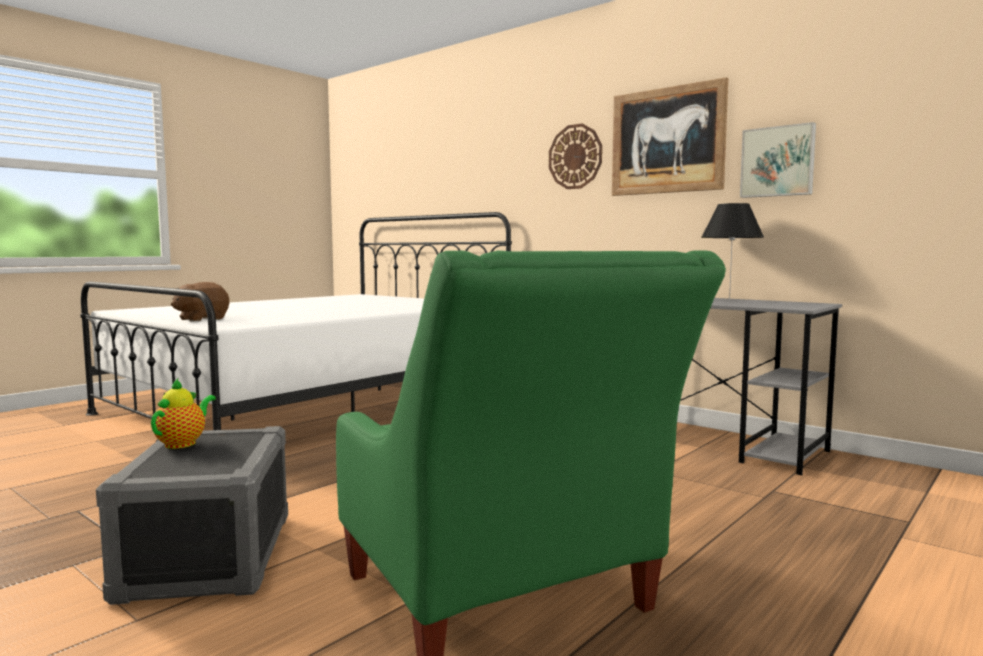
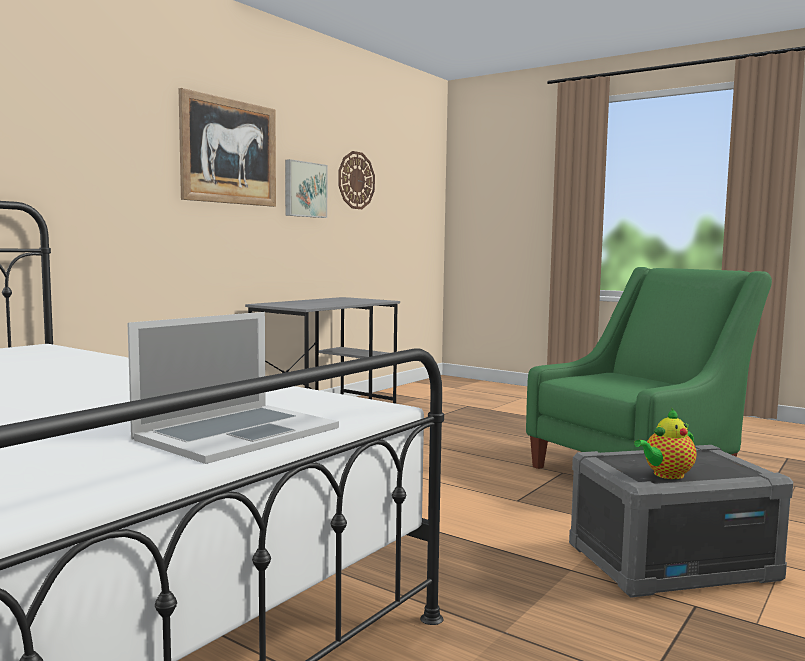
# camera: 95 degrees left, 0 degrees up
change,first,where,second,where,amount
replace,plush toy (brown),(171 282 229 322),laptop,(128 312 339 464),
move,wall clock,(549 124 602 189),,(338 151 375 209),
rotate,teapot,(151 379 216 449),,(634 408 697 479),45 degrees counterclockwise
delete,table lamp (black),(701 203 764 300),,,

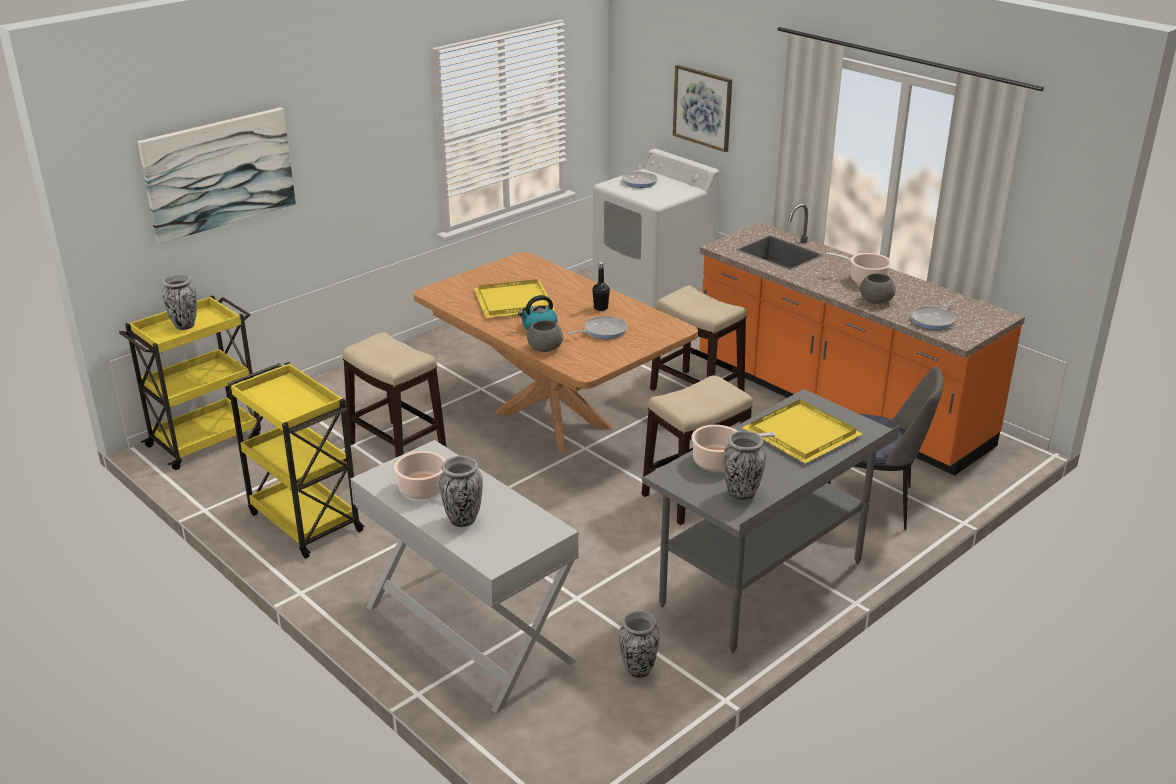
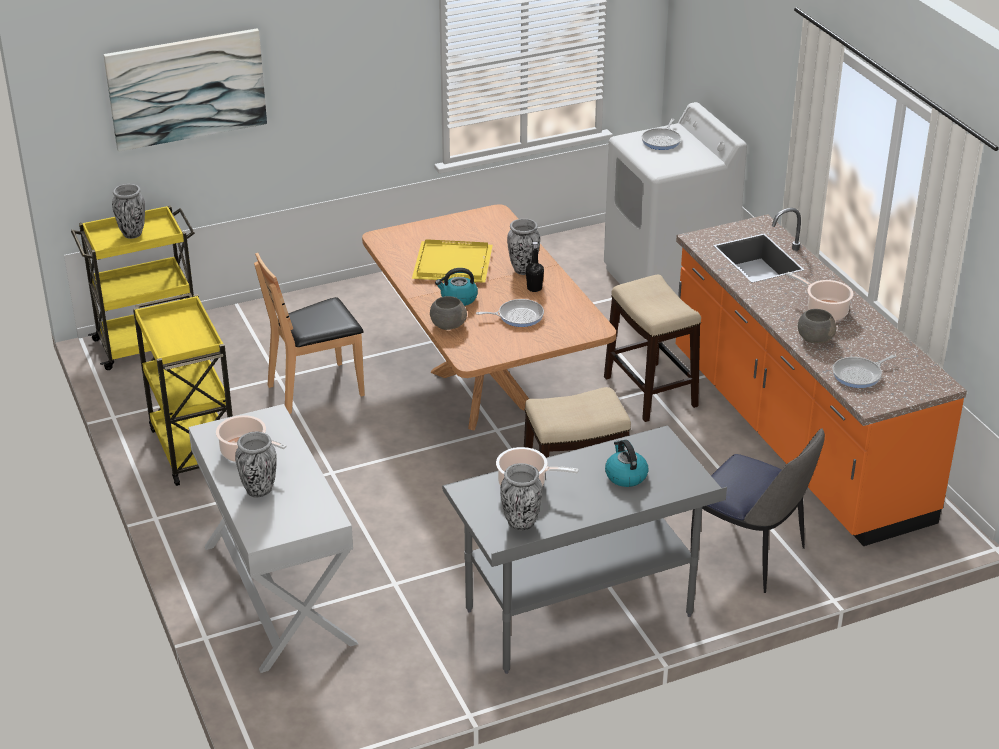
# camera: 20 degrees right, 5 degrees up
change,first,where,second,where,amount
replace,stool,(342 332 446 457),chair (brown),(254 253 365 414),
move,vase,(619 611 660 678),,(507 219 540 275),
replace,tray (yellow),(742 399 863 464),kettle,(605 440 648 487),
delete,picture,(673 65 732 152),,,

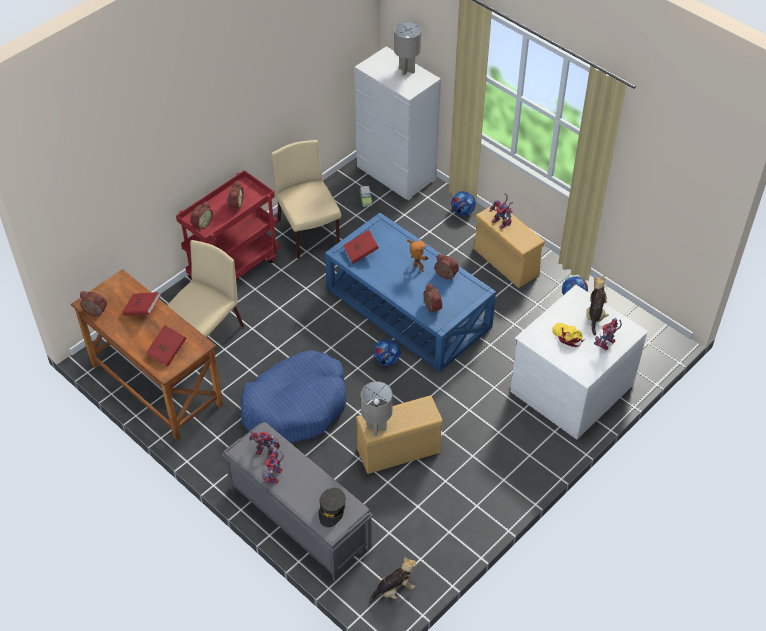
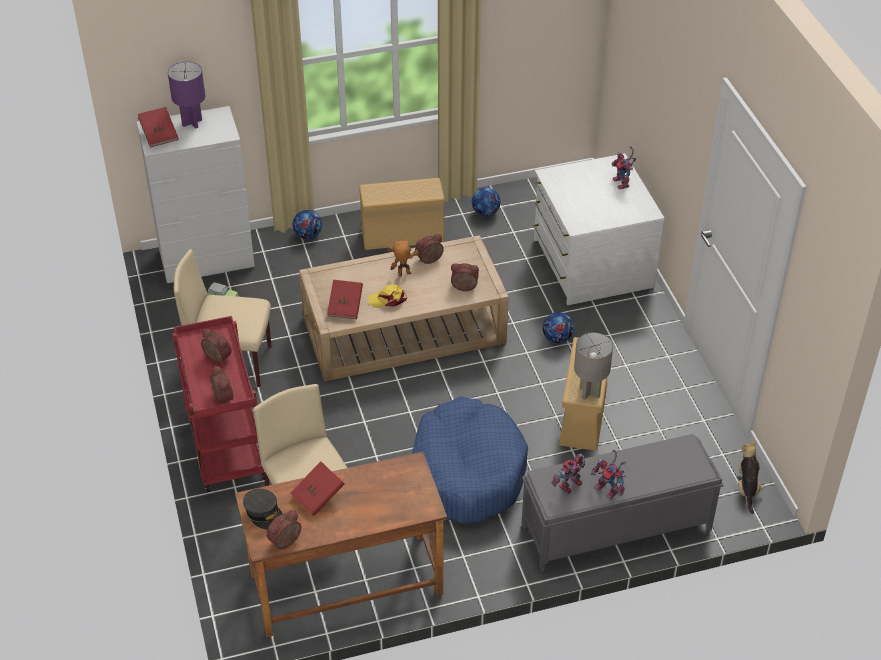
# camera: 60 degrees left, 5 degrees down
change,first,where,second,where,amount
move,book (red),(146 325 186 366),,(138 107 179 147),
recolor,table lamp (grey),(394 22 421 76),table lamp (purple),(168 62 205 129),
move,cap (grey),(319 488 346 528),,(243 489 283 530),
recolor,coffee table (blue),(325 213 496 372),coffee table (beige),(299 235 509 381),
move,cap (yellow),(552 323 584 347),,(368 285 407 308),
move,football,(373 339 400 366),,(542 312 574 344),
delete,toy robot,(489 193 513 229),,,
delete,plush toy,(586 275 609 336),,,

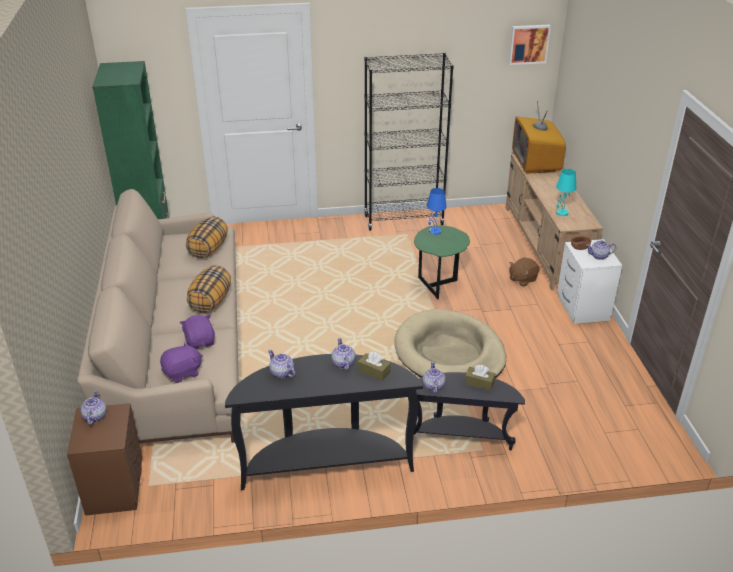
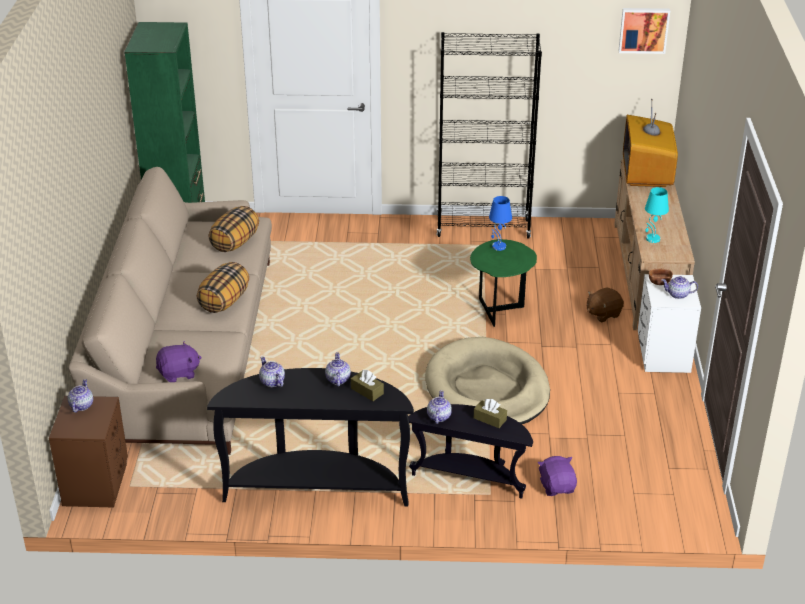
# camera: 10 degrees right, 0 degrees up
change,first,where,second,where,amount
move,plush toy (purple),(179 315 215 349),,(538 456 577 496),

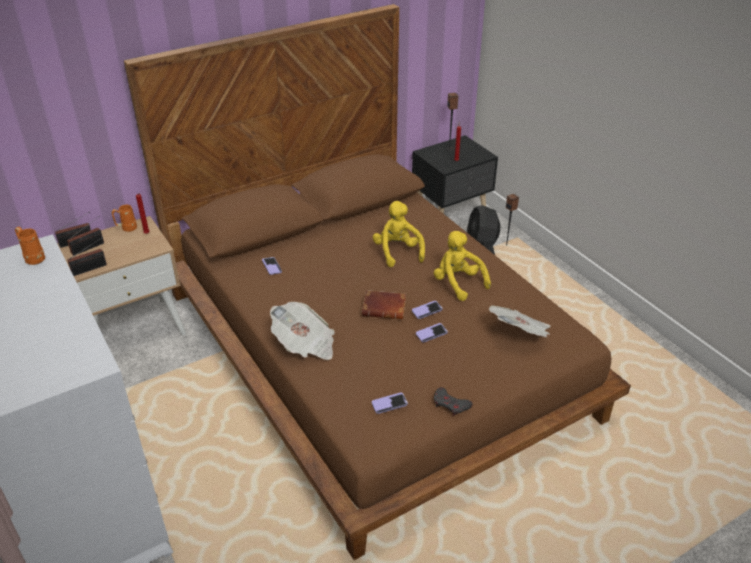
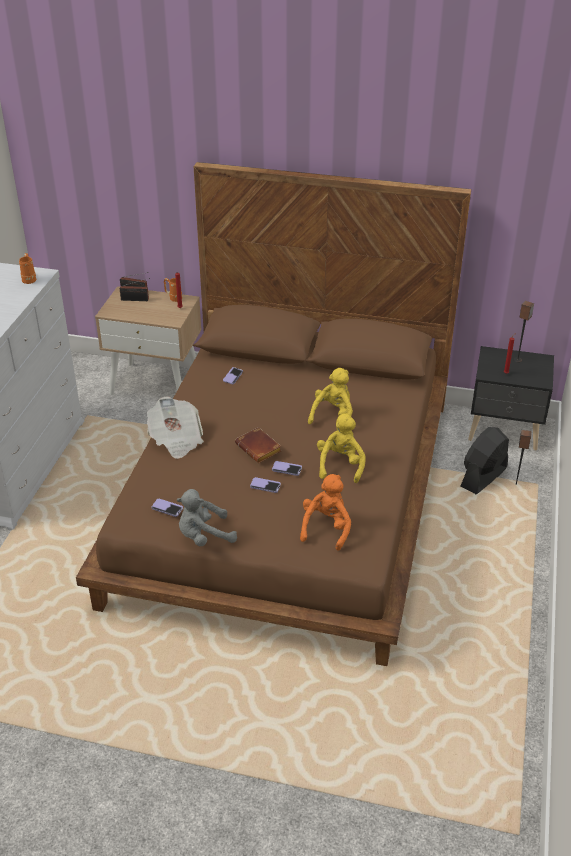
# camera: 45 degrees right, 0 degrees up
change,first,where,second,where,amount
replace,game controller (grey),(434 387 473 416),plush toy (grey),(177 489 237 546),
replace,newspaper,(489 306 551 338),plush toy (orange),(300 474 351 551),
delete,radio,(67 237 107 276),,,

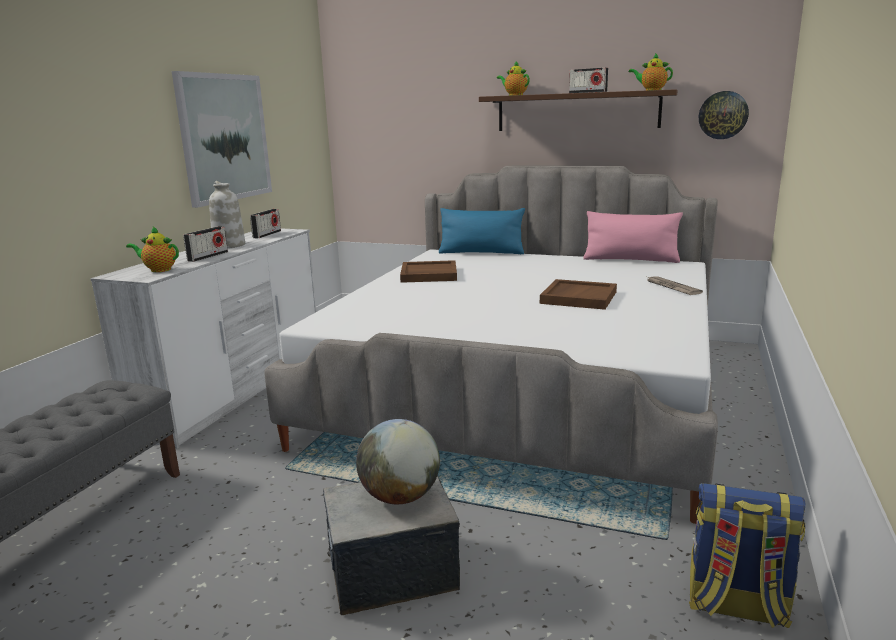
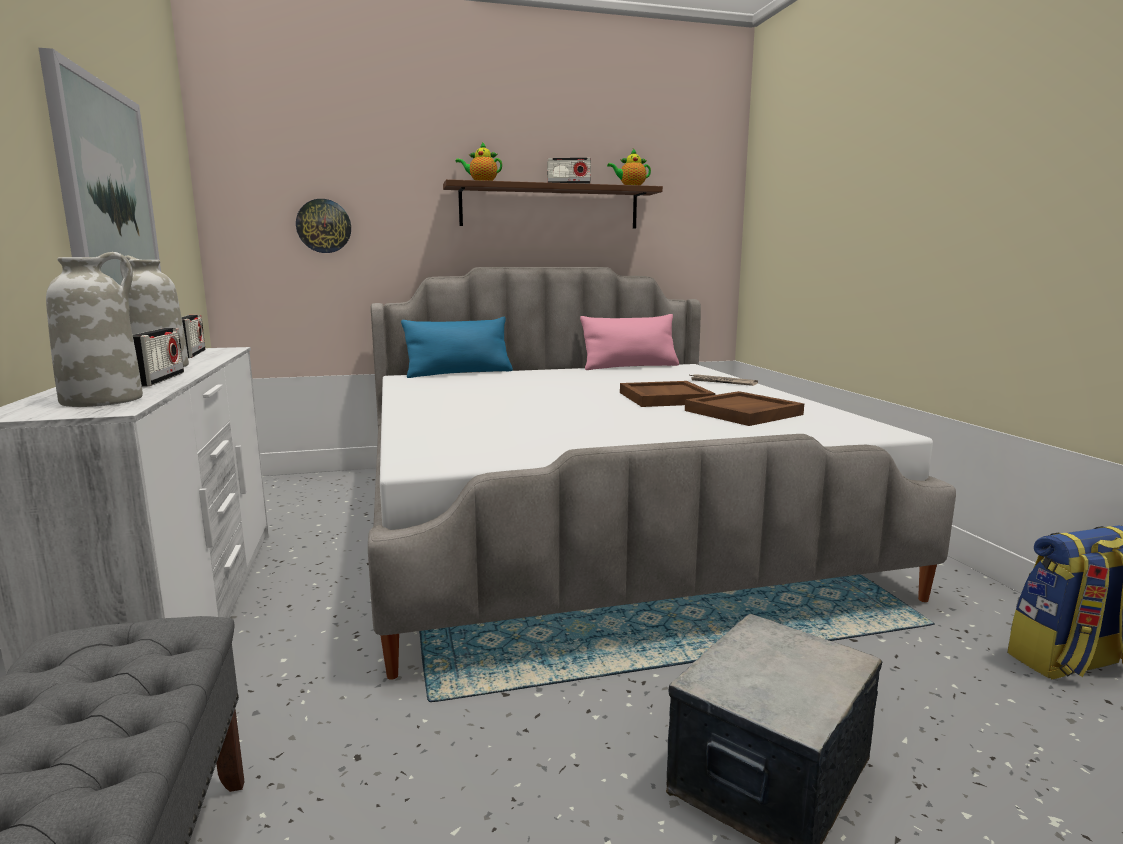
# camera: 35 degrees left, 5 degrees down
change,first,where,second,where,amount
replace,teapot,(126 227 179 272),vase (white),(46 252 143 407),
move,wall clock,(699 91 749 139),,(296 199 351 253),
move,tray (brown),(400 260 457 283),,(685 391 804 426),
delete,globe,(356 419 440 504),,,

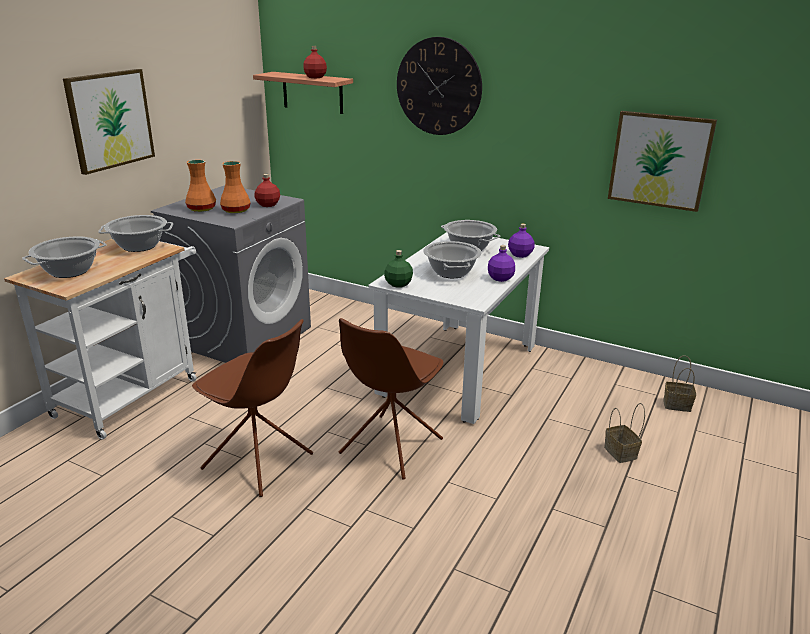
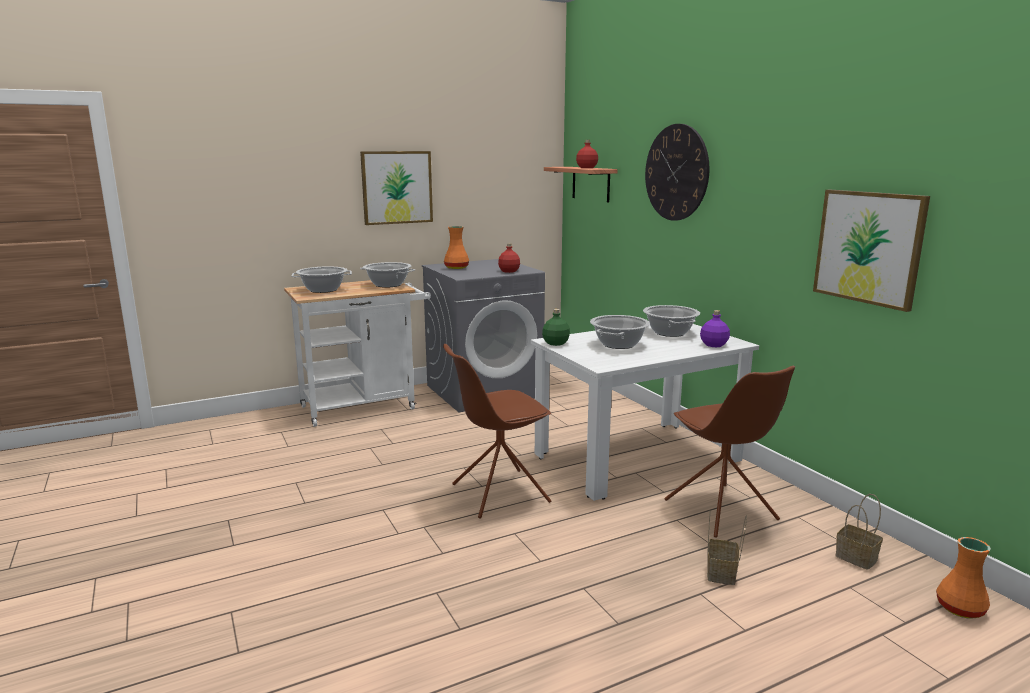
# camera: 35 degrees right, 10 degrees down
change,first,where,second,where,amount
move,chair (brown),(192 319 313 497),,(664 366 795 538),
move,vase (orange),(220 161 251 213),,(936 537 991 619),
delete,bottle (purple),(488 245 515 282),,,

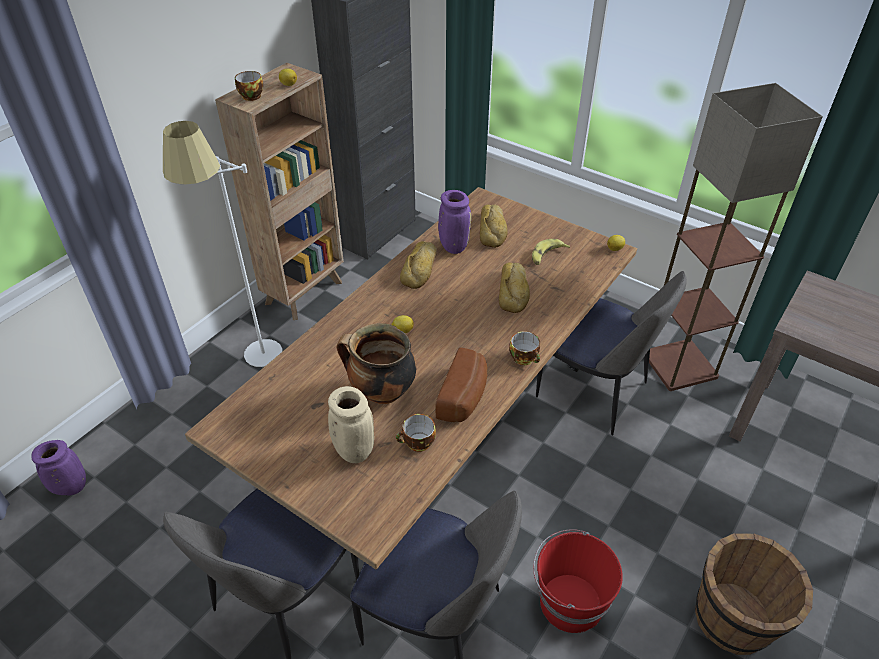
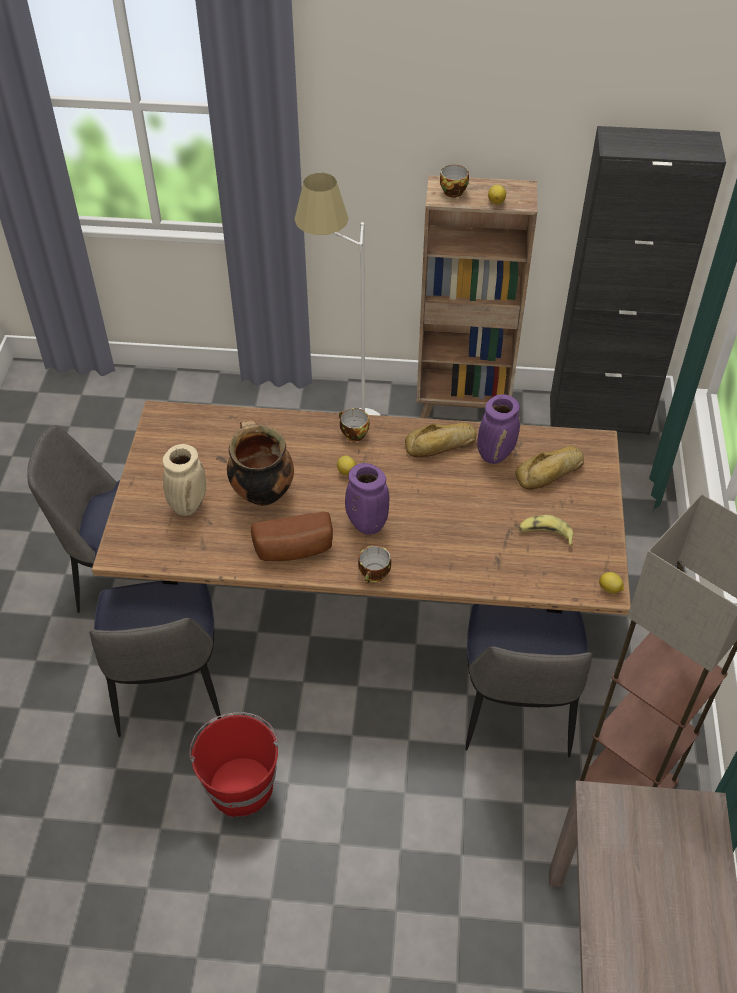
# camera: 60 degrees right, 5 degrees up
change,first,where,second,where,amount
move,cup,(396 414 436 452),,(339 408 369 442),
move,vase (purple),(31 440 86 496),,(345 463 389 535),
delete,bread,(499 262 530 313),,,
delete,bucket (brown),(695 533 813 655),,,

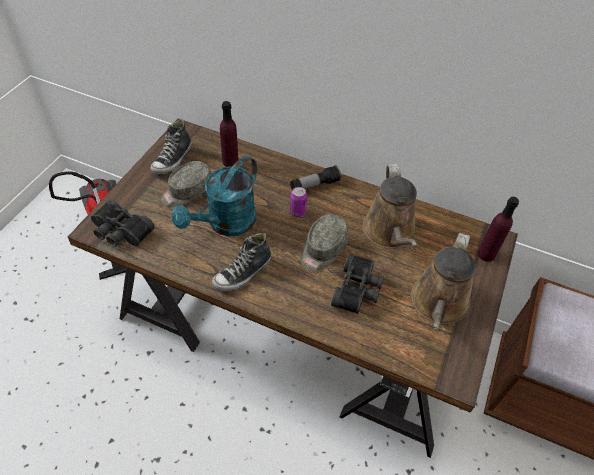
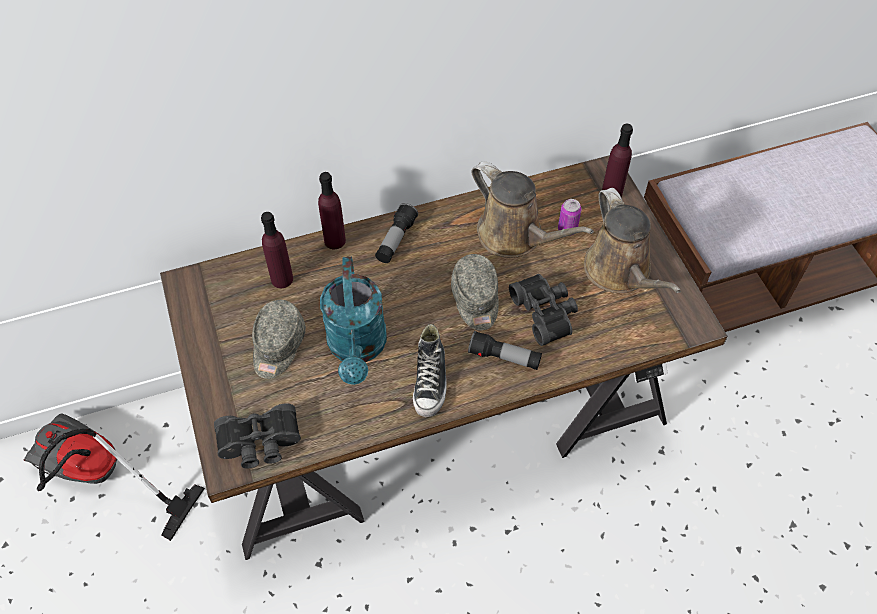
# camera: 40 degrees left, 5 degrees up
change,first,where,second,where,amount
insert,,,bottle (purple),(318 172 346 249),
insert,,,flashlight,(468 331 542 370),
move,can,(290 187 307 217),,(558 199 581 236),
delete,shoe,(151 119 192 174),,,

